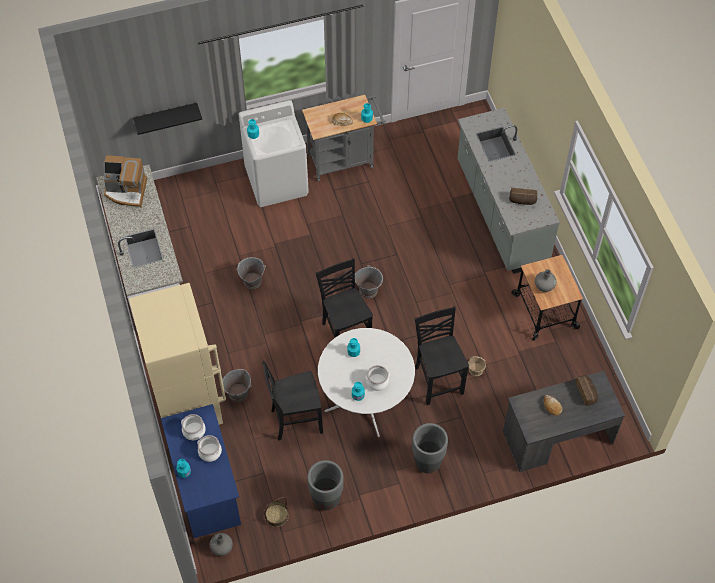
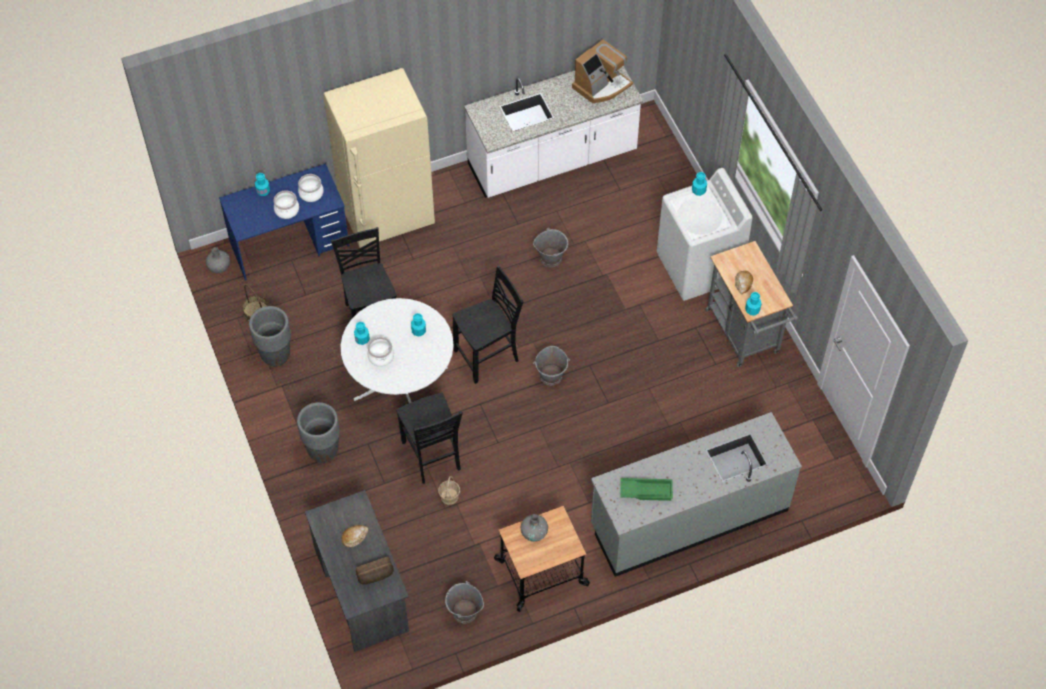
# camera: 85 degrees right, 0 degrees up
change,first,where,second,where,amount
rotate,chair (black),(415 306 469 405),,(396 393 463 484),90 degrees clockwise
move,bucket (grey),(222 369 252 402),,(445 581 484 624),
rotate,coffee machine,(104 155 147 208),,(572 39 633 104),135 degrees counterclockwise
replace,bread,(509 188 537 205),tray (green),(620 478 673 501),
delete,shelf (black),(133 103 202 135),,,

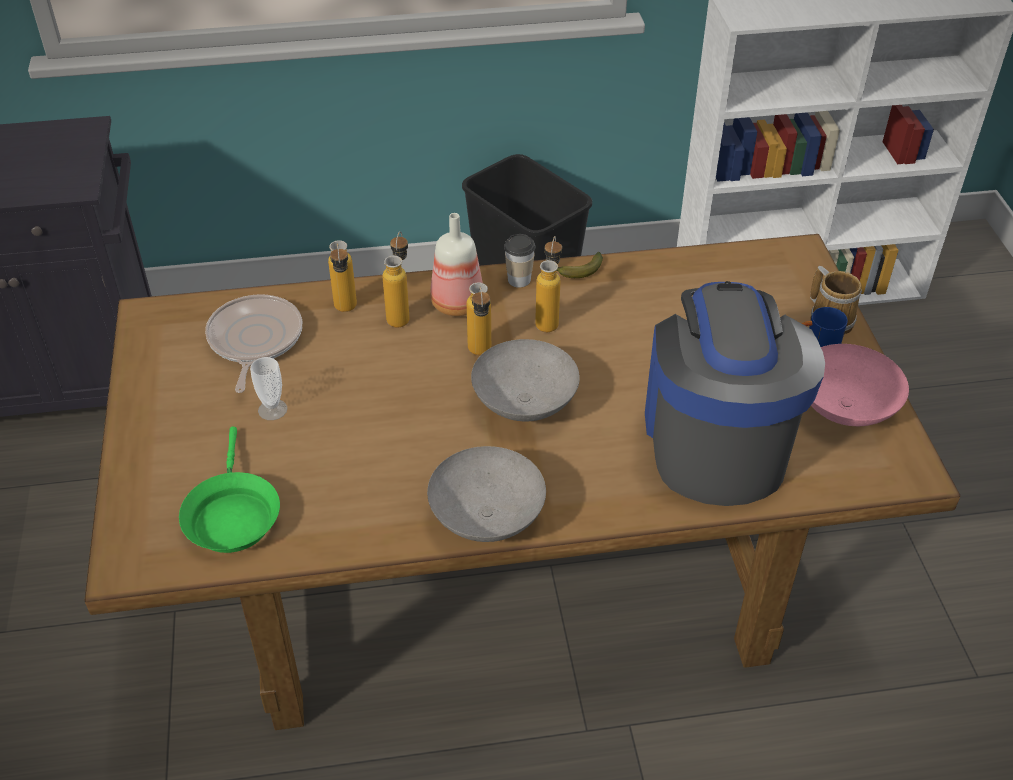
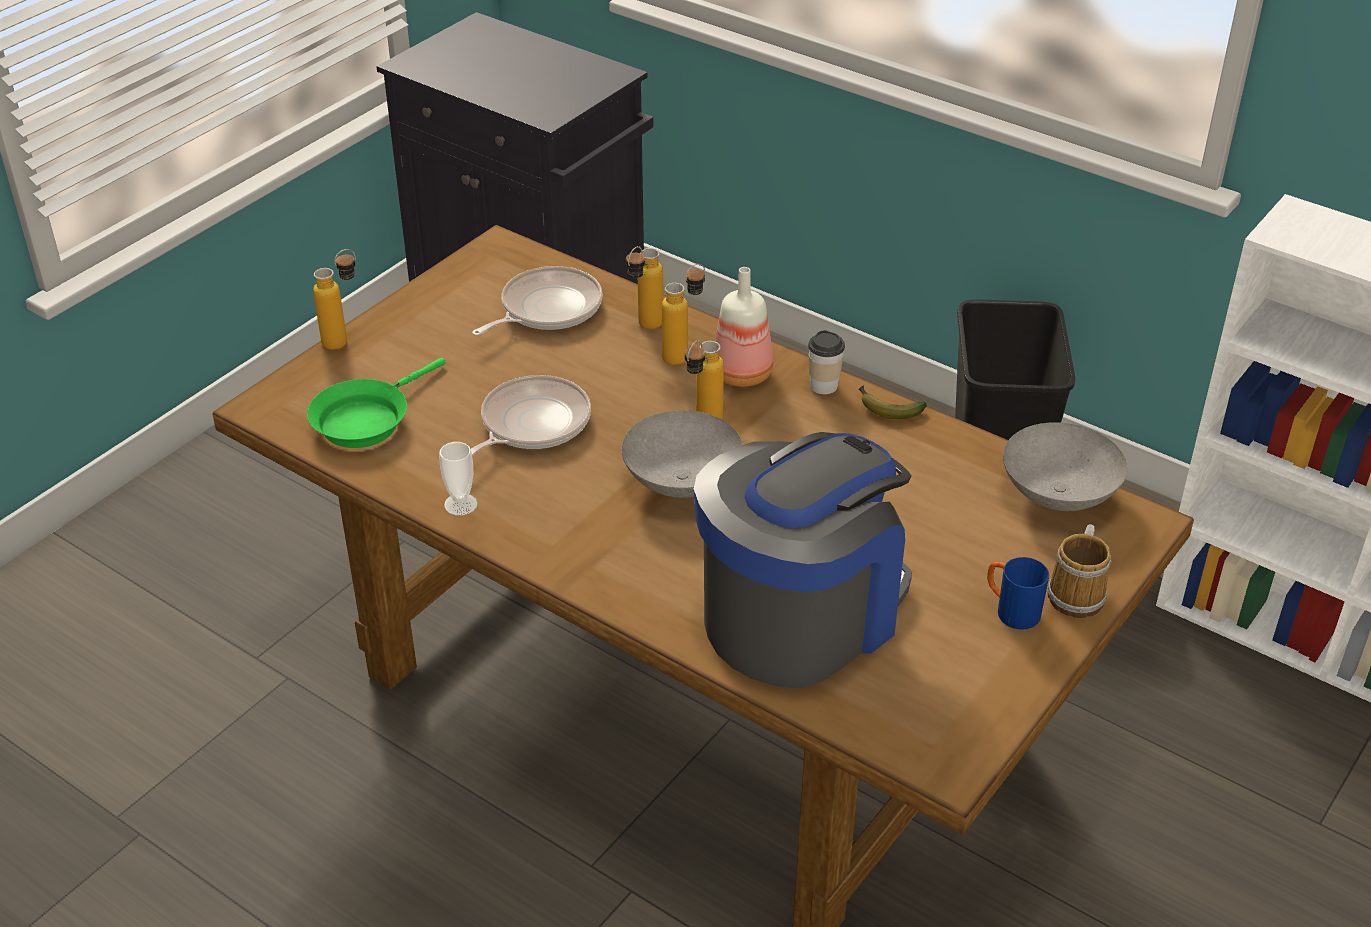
# camera: 45 degrees right, 5 degrees down
change,first,where,second,where,amount
move,bottle,(535 236 562 332),,(313 249 356 350),
move,cup,(250 357 287 420),,(439 442 478 516),
insert,,,frying pan,(471 375 591 456),
move,bowl (grey),(427 446 546 542),,(1003 422 1128 511),
delete,bowl (pink),(811 344 909 426),,,

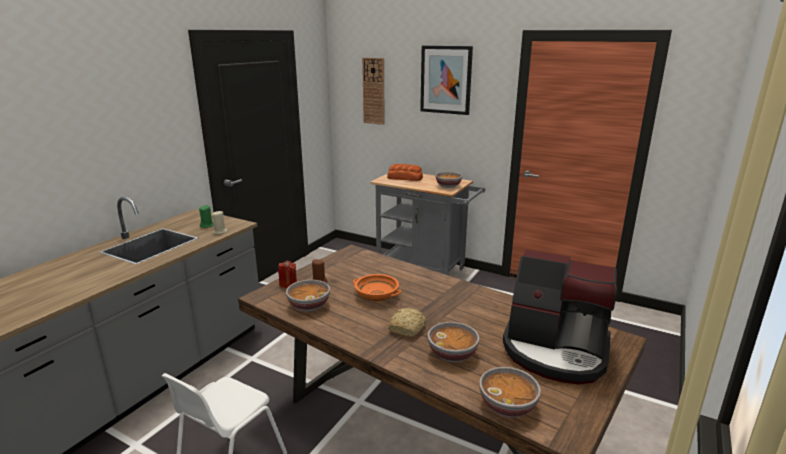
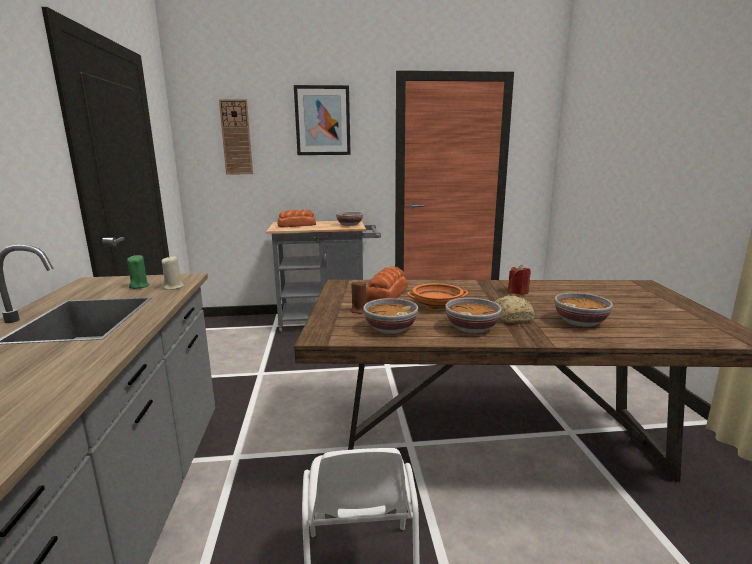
# camera: 35 degrees left, 5 degrees down
change,first,where,second,where,amount
insert,,,bread,(366 266 408 302),
move,bowl,(479 367 541 417),,(445 298 502 333),
move,candle (red),(278 261 297 288),,(508 265 531 295),
delete,coffee machine,(503 250 617 384),,,

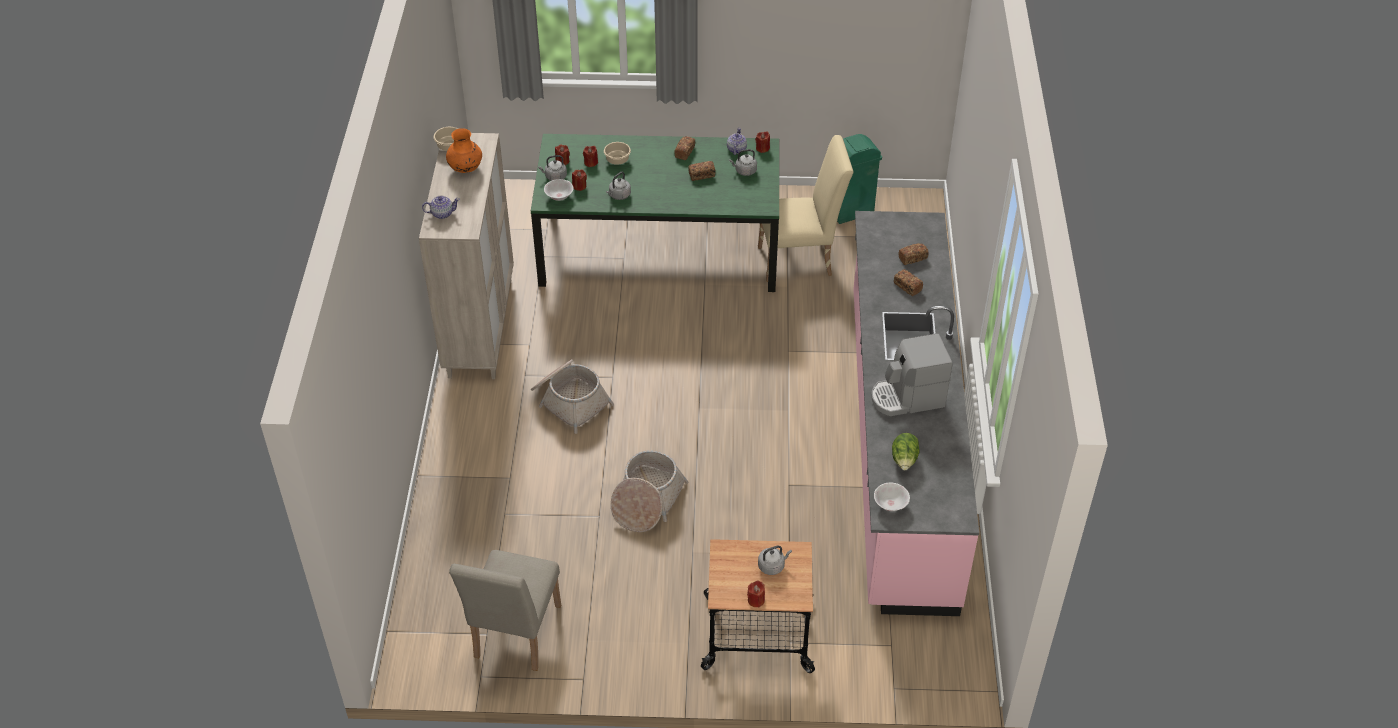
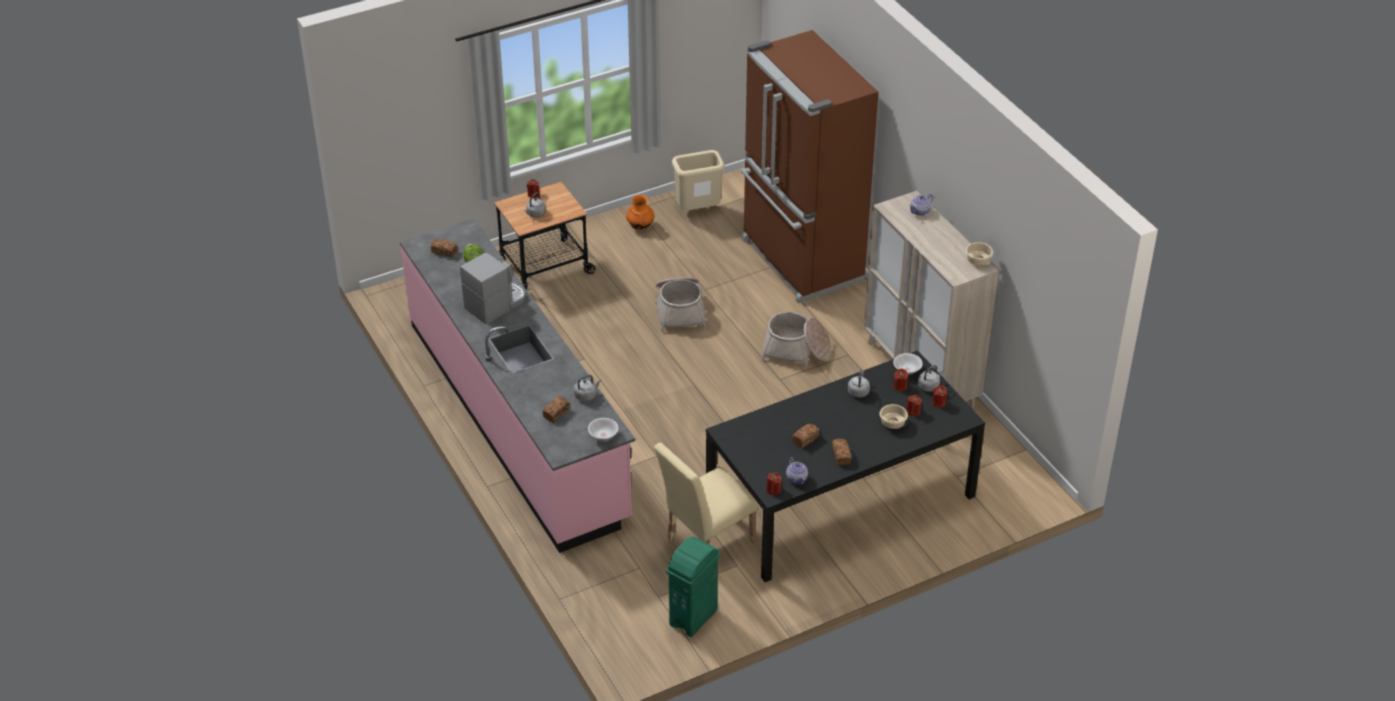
# camera: 150 degrees right, 5 degrees down
change,first,where,second,where,amount
move,bread,(894 269 923 296),,(431 239 457 258),
move,kettle (grey),(729 149 757 176),,(574 375 601 401),
move,bowl (white),(874 483 910 511),,(588 418 618 441),
move,vase (orange),(446 128 482 173),,(626 195 654 230),
replace,chair (beige),(449 550 561 671),trash can (beige),(672 150 725 210),
recolor,dining table (green),(531 134 779 292),dining table (black),(706 350 985 582),
insert,,,fridge (brown),(741 30 878 303),

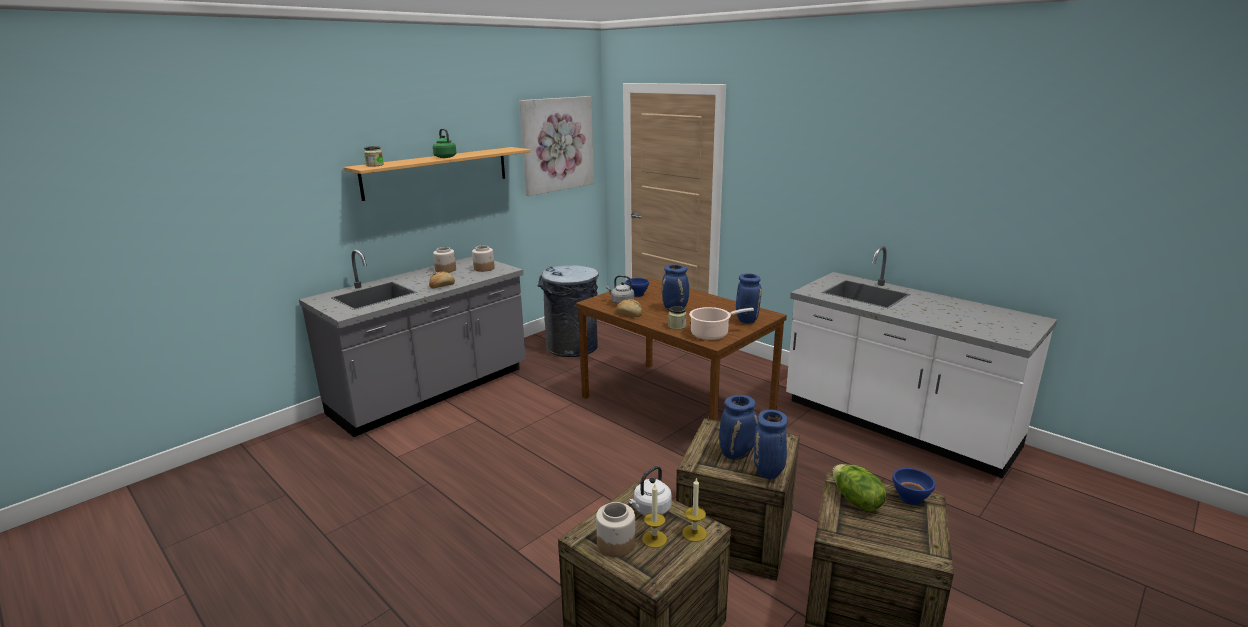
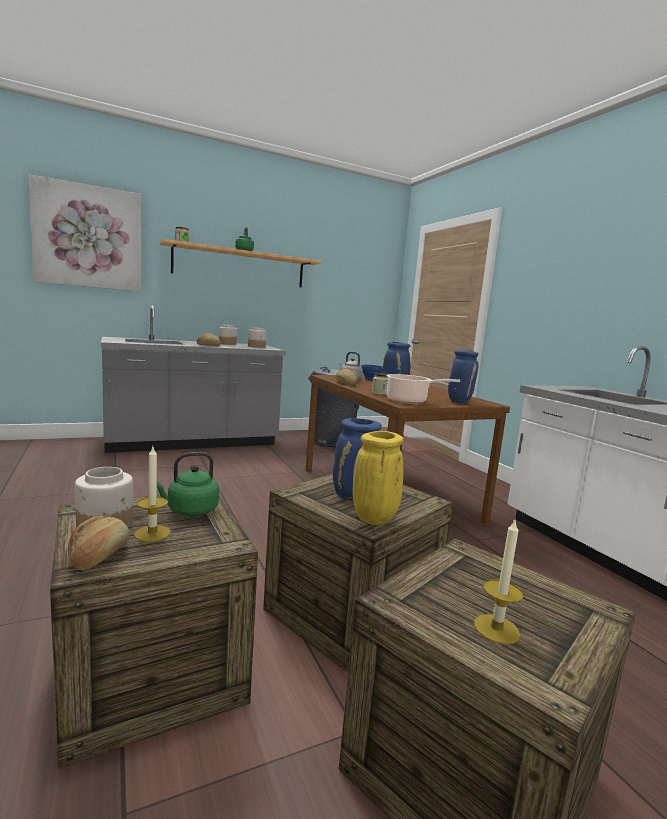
# camera: 20 degrees right, 10 degrees down
change,first,where,second,where,amount
move,picture,(519 96 594 196),,(28 174 141 292),
insert,,,bread,(68 516 130 570),
recolor,kettle (white),(628 466 672 516),kettle (green),(157 452 219 516),
recolor,vase (blue),(754 410 788 479),vase (yellow),(352 431 403 525),
move,candle,(682 477 707 542),,(474 518 524 645),
delete,lettuce,(832 464 887 511),,,
delete,bowl (blue),(892 468 935 505),,,

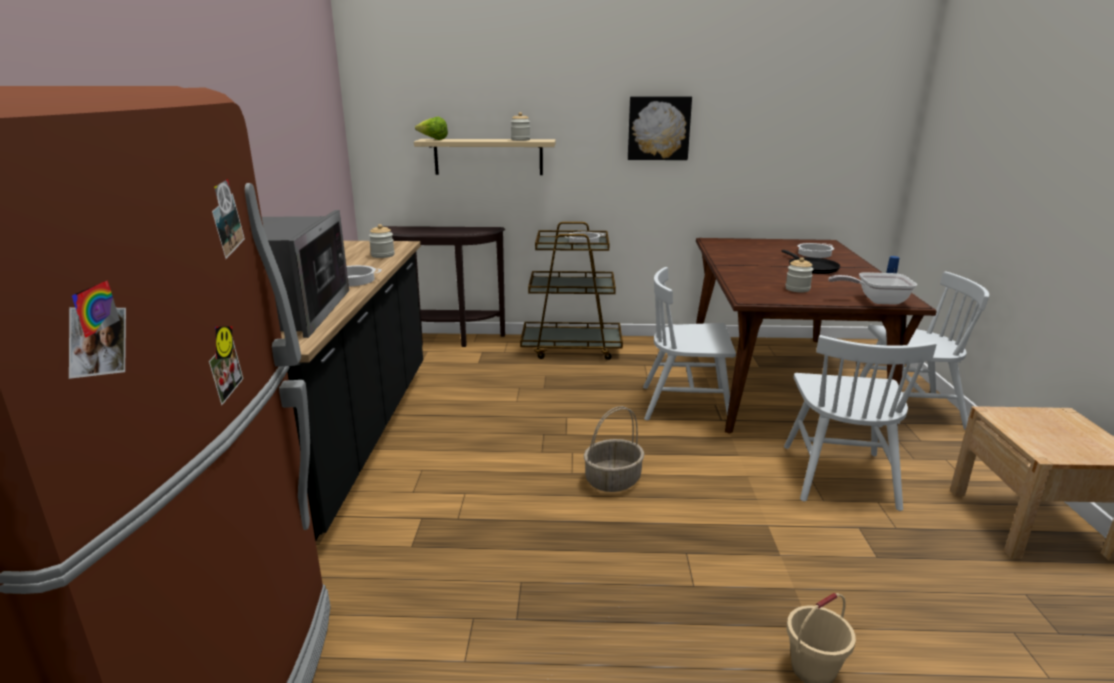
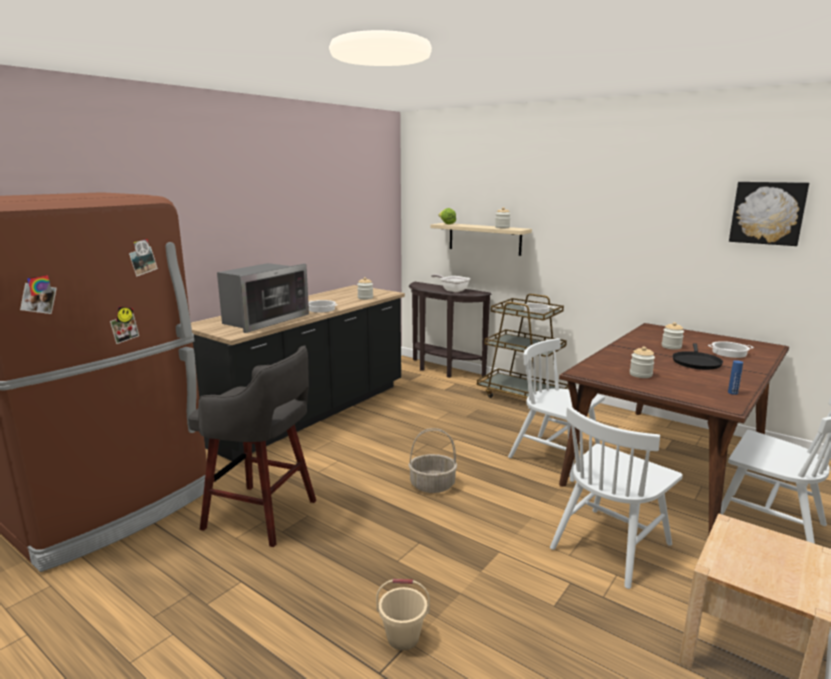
# camera: 35 degrees right, 5 degrees down
change,first,where,second,where,amount
insert,,,stool (grey),(188 346 316 547),
move,frying pan,(828 272 917 305),,(431 274 471 292),
insert,,,jar,(662 322 684 350),
move,picture,(628 96 692 160),,(729 182 809 246),

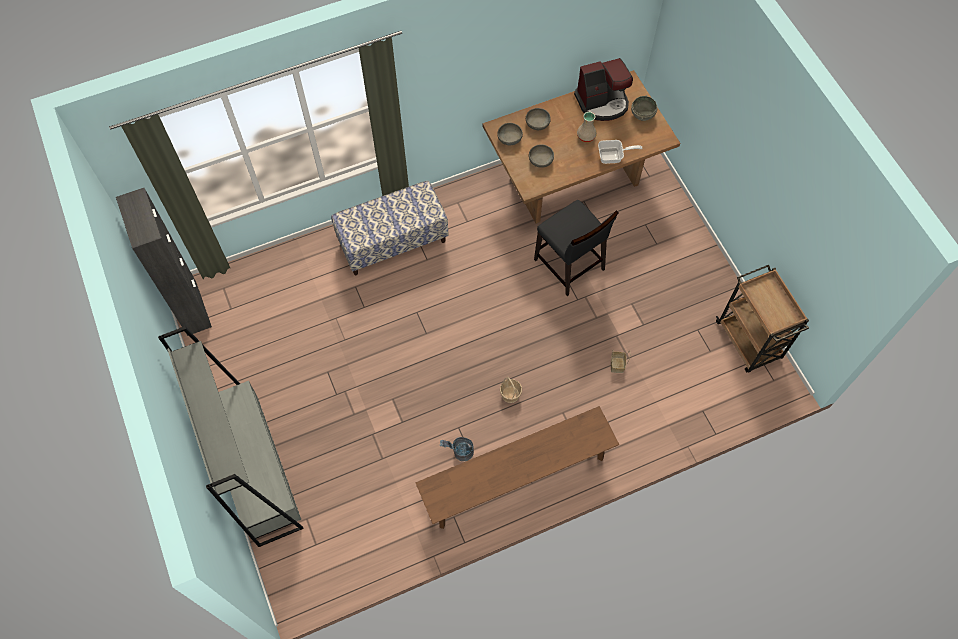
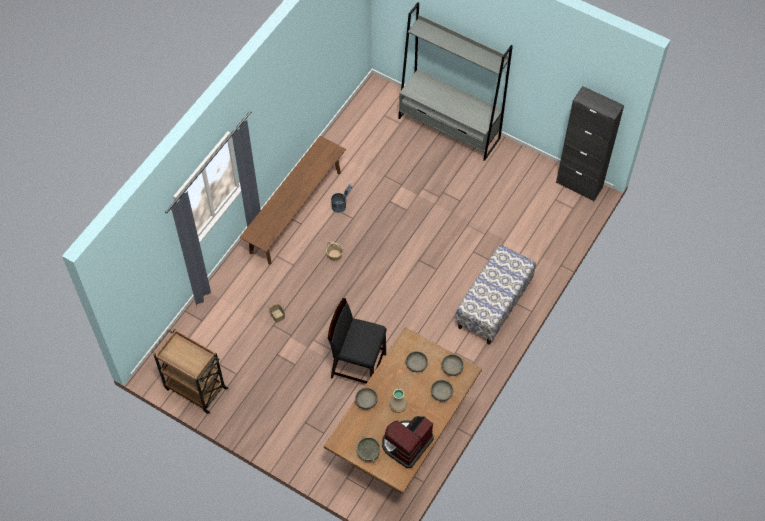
# camera: 145 degrees right, 5 degrees down
change,first,where,second,where,amount
replace,frying pan,(598 140 642 164),bowl (grey),(355 388 378 409),

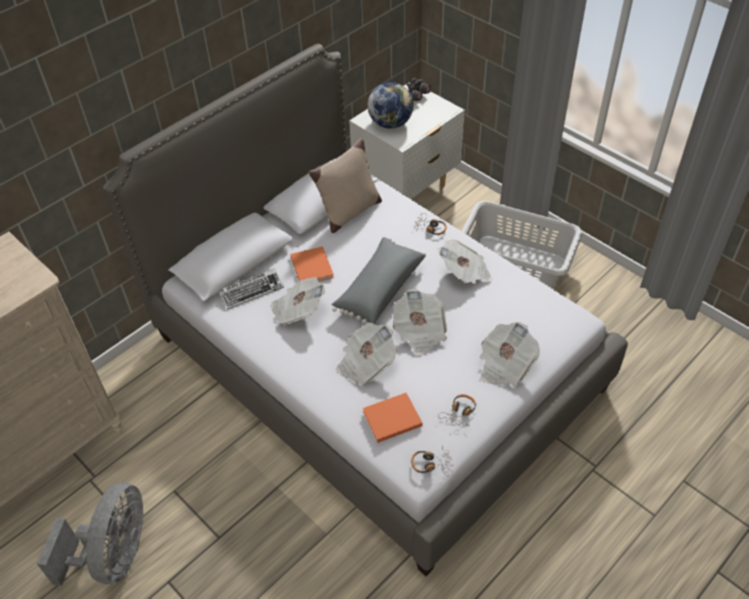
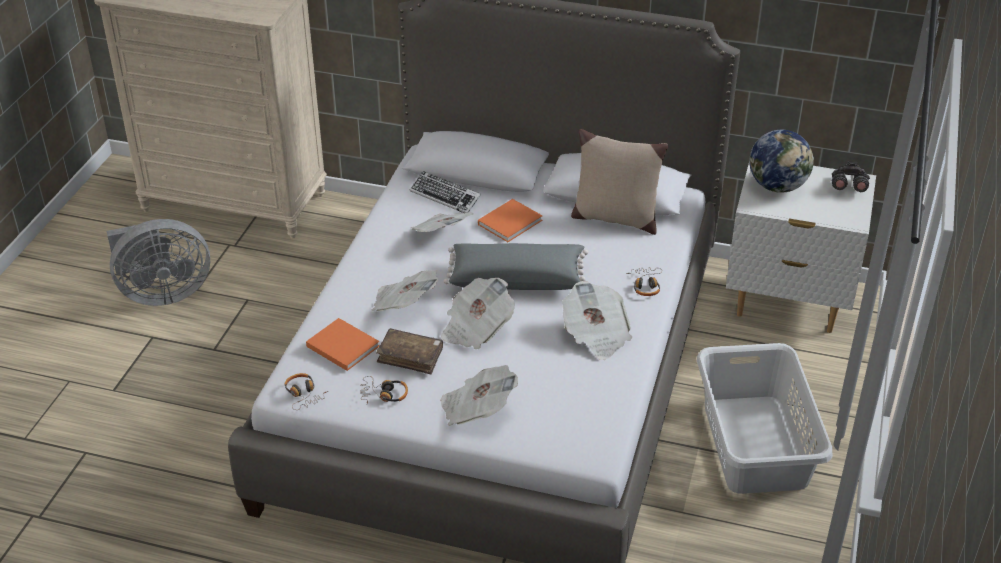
# camera: 60 degrees right, 10 degrees down
change,first,where,second,where,amount
insert,,,book (brown),(376 328 443 374),

